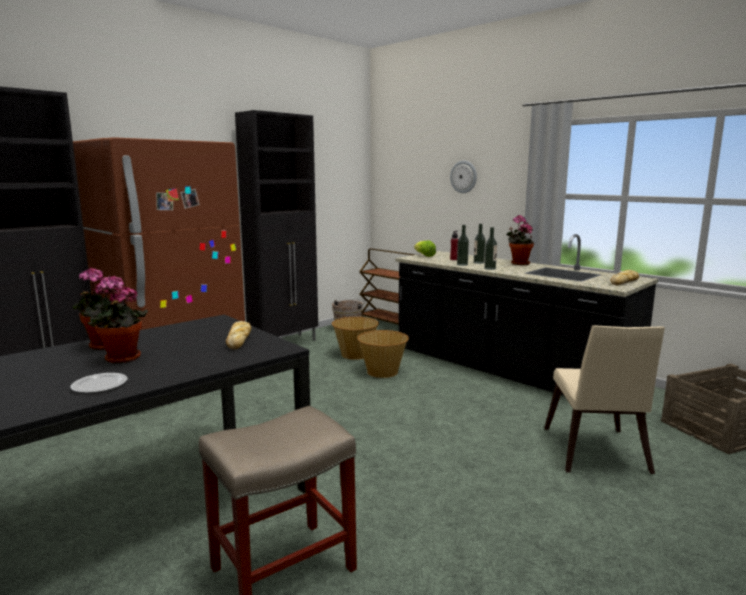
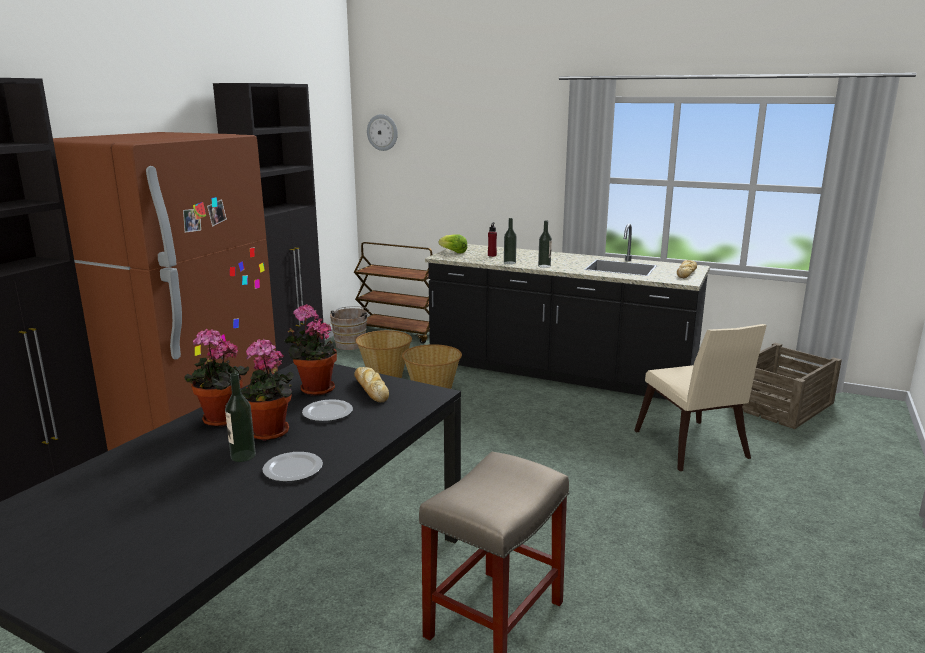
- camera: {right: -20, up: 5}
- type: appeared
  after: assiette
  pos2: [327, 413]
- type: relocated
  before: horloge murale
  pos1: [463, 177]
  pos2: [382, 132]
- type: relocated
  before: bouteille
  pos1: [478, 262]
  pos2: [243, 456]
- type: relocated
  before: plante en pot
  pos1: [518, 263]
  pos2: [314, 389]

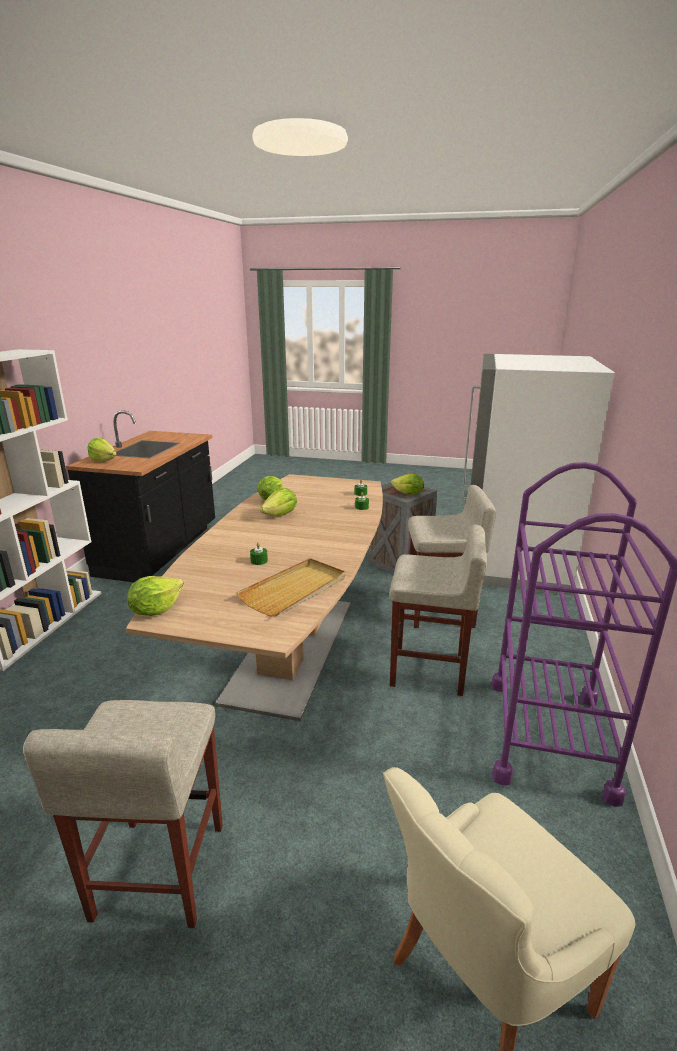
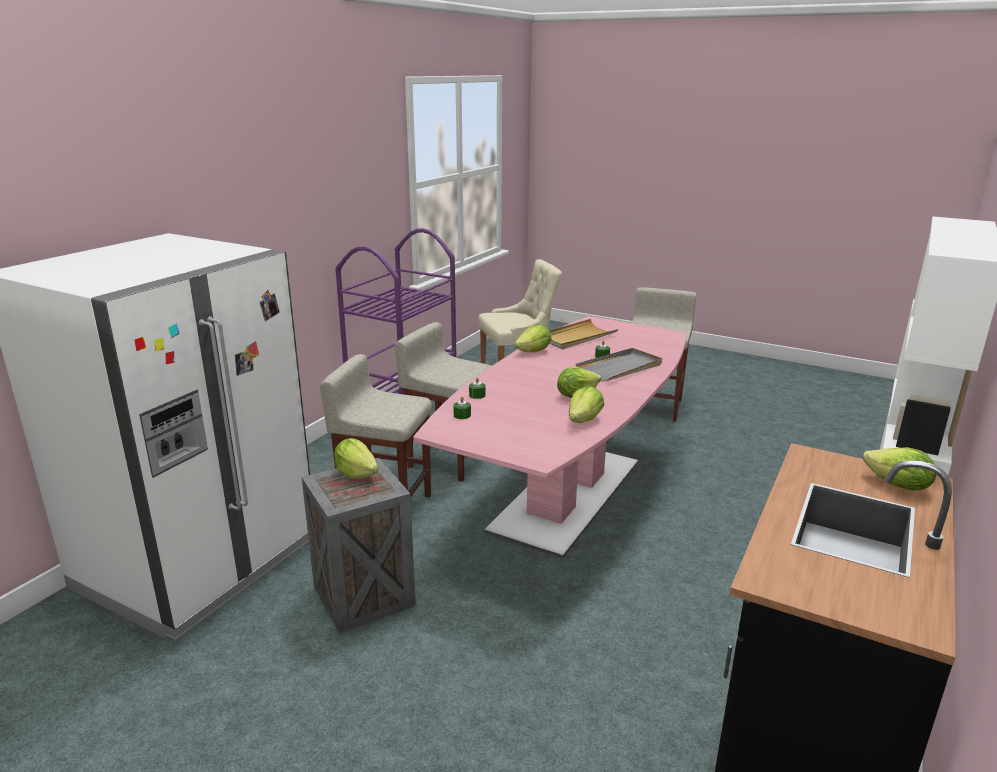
- camera: {right: -165, up: 0}
- type: appeared
  after: plateau/gris
  pos2: [620, 368]
- type: relocated
  before: laitue
  pos1: [155, 610]
  pos2: [534, 352]
- type: colour
  before: table à manger/marron
  after: table à manger/rose
  pos1: [292, 648]
  pos2: [566, 495]

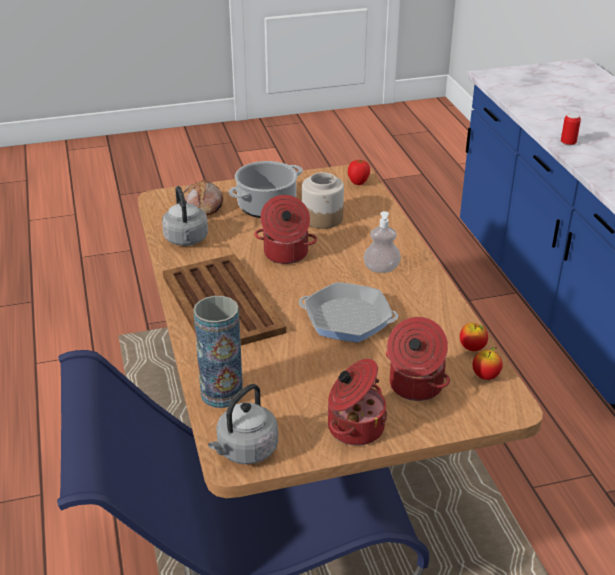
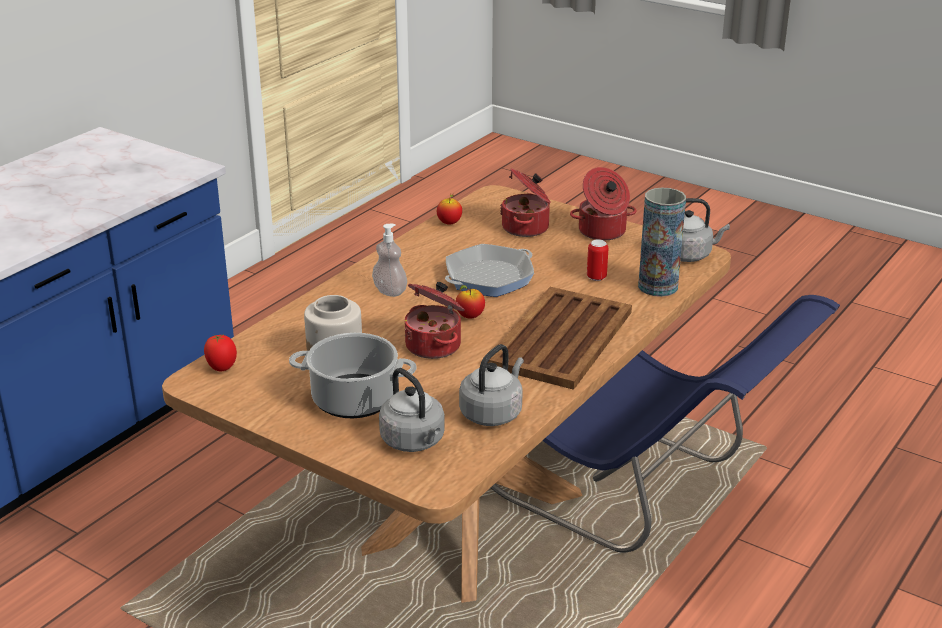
- camera: {right: -130, up: -5}
- type: relocated
  before: pomme
  pos1: [485, 376]
  pos2: [470, 316]
- type: relocated
  before: boîte métallique
  pos1: [568, 143]
  pos2: [596, 277]
- type: exchanged
  before: pain
  after: bouilloire/gris
  pos1: [200, 207]
  pos2: [414, 442]
- type: spun
  before: poêle
  pos1: [347, 319]
  pos2: [489, 277]
  turn: -105

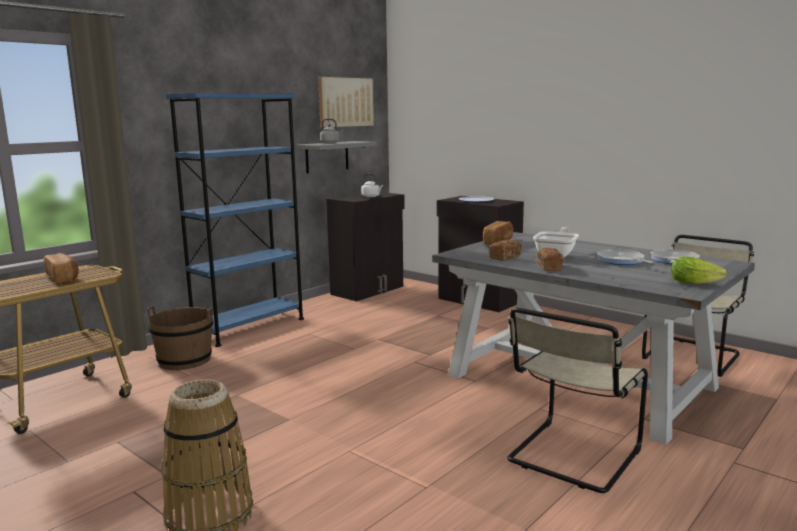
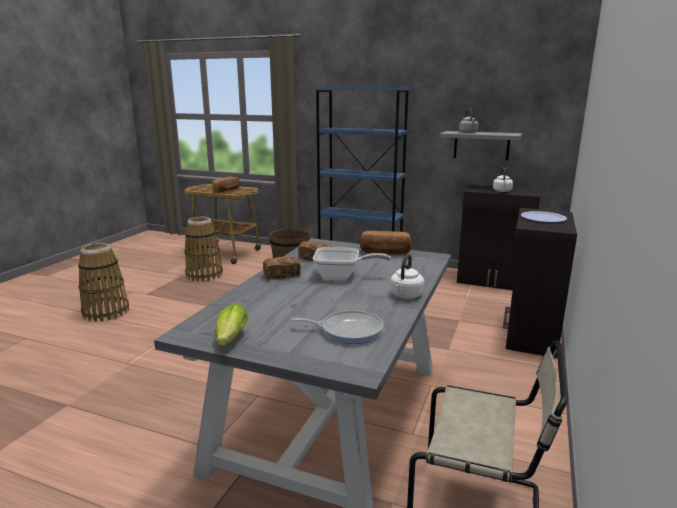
- camera: {right: 70, up: 5}
- type: missing
  before: tableau
  pos1: [345, 102]
- type: missing
  before: chaise/beige
  pos1: [571, 457]
- type: missing
  before: poêle
  pos1: [621, 261]
- type: appeared
  after: panier
  pos2: [204, 275]
- type: appeared
  after: bouilloire/blanc
  pos2: [405, 296]

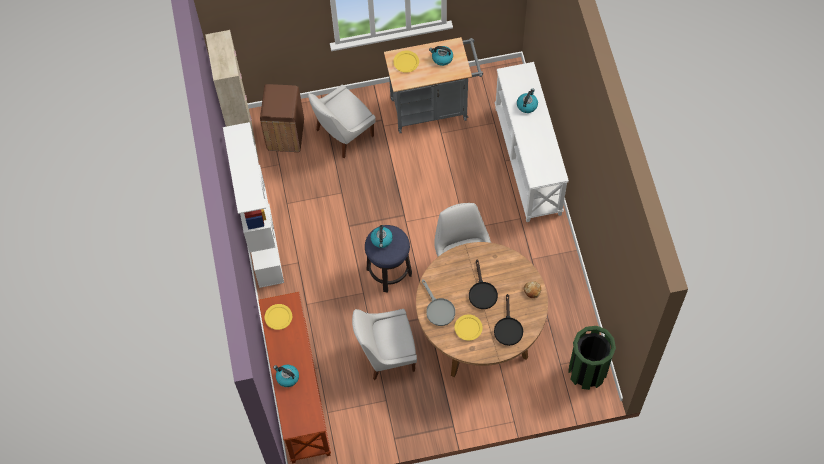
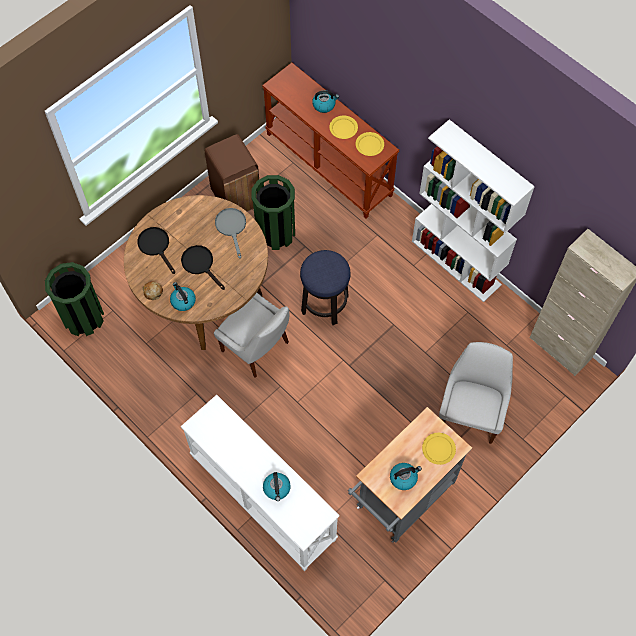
- camera: {right: 145, up: 0}
- type: relocated
  before: poubelle/marron
  pos1: [286, 135]
  pos2: [235, 198]
- type: relocated
  before: bouilloire
  pos1: [382, 240]
  pos2: [183, 301]
- type: relocated
  before: assiette/jaune
  pos1: [468, 328]
  pos2: [343, 128]
- type: exchanged
  before: chaise/blanc
  after: poubelle/vert
  pos1: [386, 354]
  pos2: [276, 233]
- type: spun
  before: poêle/gris
  pos1: [438, 309]
  pos2: [232, 227]
  turn: 45

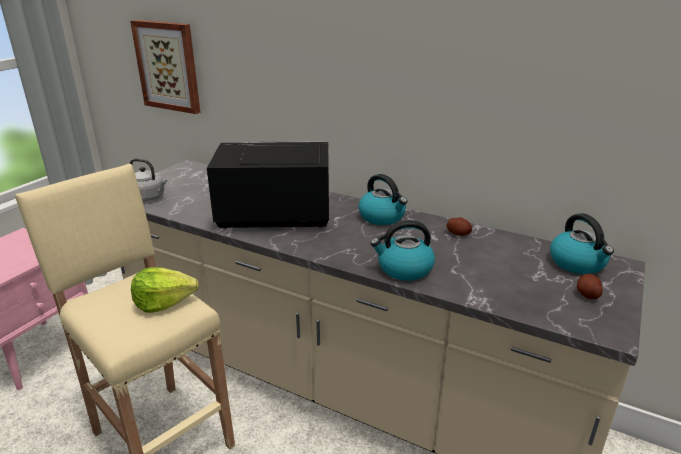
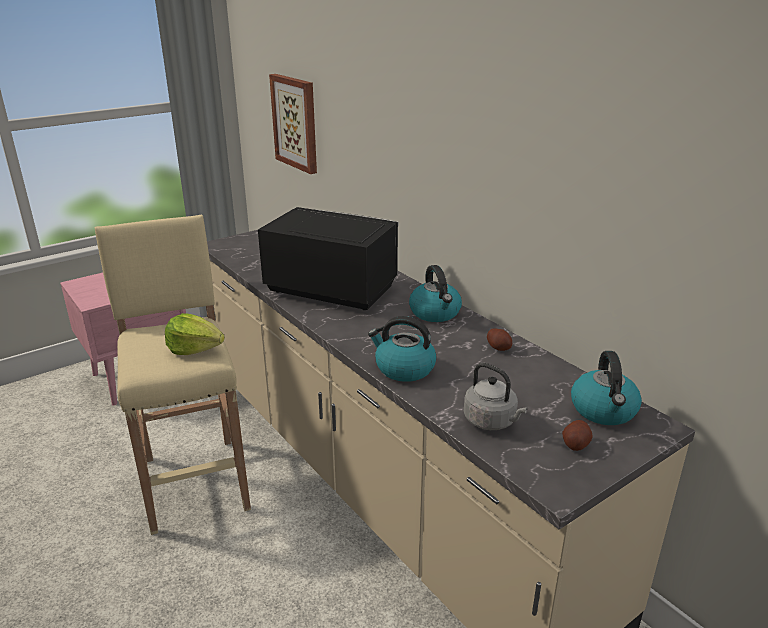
- camera: {right: 25, up: 0}
- type: relocated
  before: bouilloire/gris
  pos1: [149, 197]
  pos2: [492, 421]

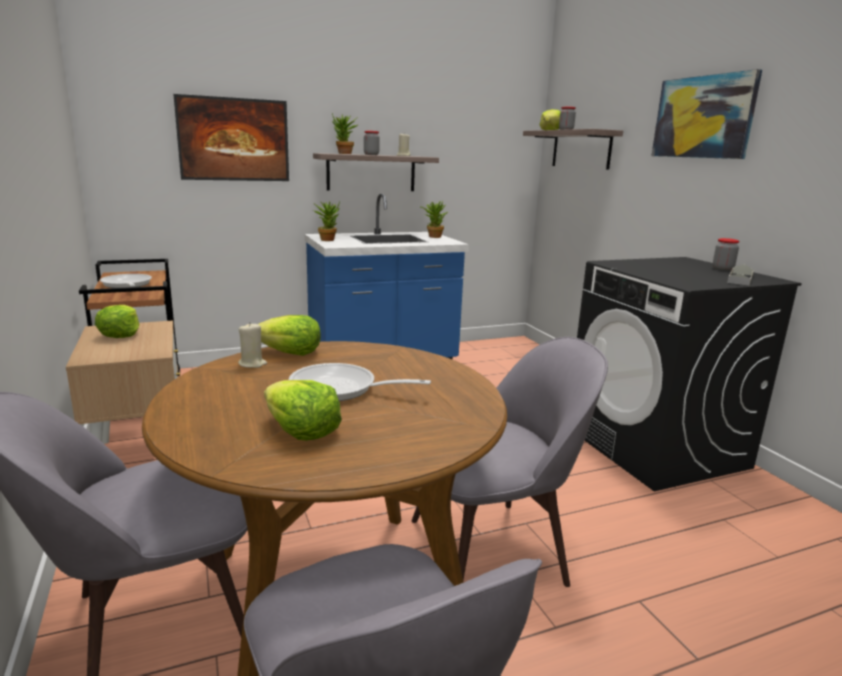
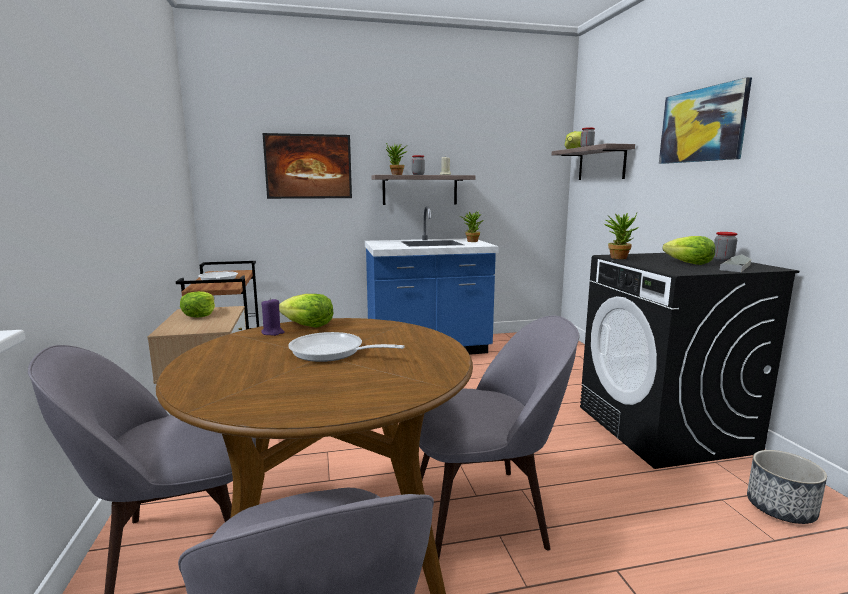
- camera: {right: 10, up: -5}
- type: appeared
  after: cache-pot
  pos2: [781, 508]
- type: relocated
  before: laitue
  pos1: [301, 431]
  pos2: [688, 263]
- type: relocated
  before: plante en pot
  pos1: [328, 239]
  pos2: [618, 257]
- type: colour
  before: bougie/beige
  after: bougie/violet
  pos1: [252, 364]
  pos2: [272, 333]

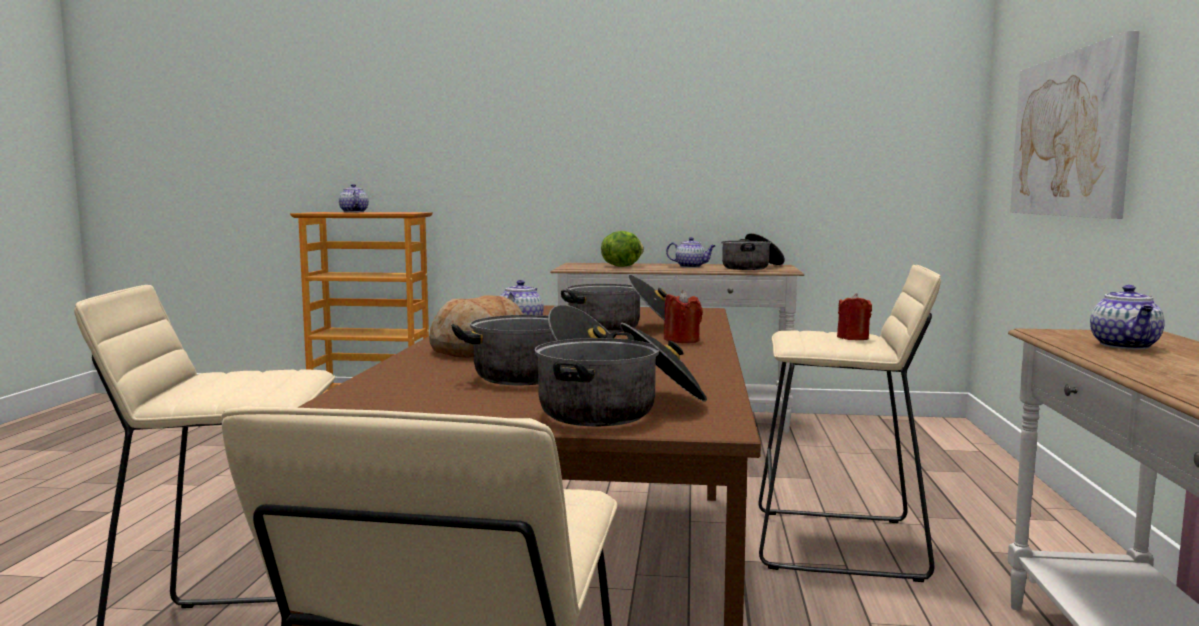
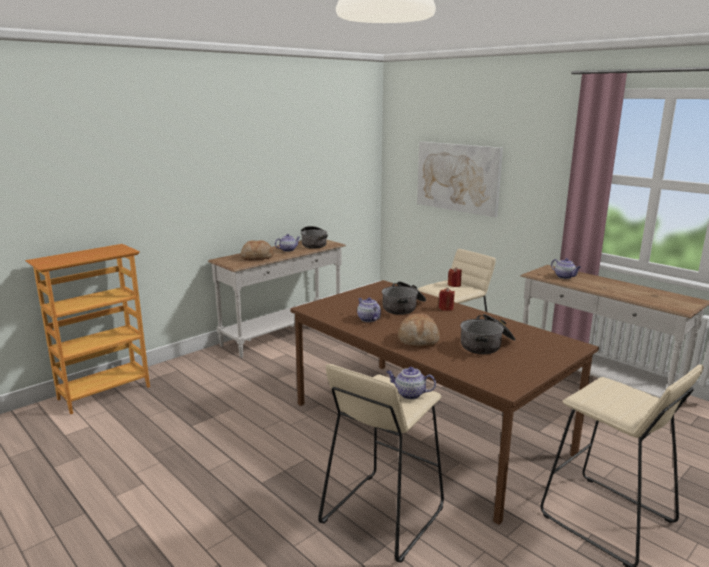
- camera: {right: -50, up: 10}
- type: missing
  before: marmite
  pos1: [621, 409]
- type: relocated
  before: théière
  pos1: [353, 212]
  pos2: [409, 394]
- type: exchanged
  before: laitue
  after: pain
  pos1: [621, 266]
  pos2: [257, 257]

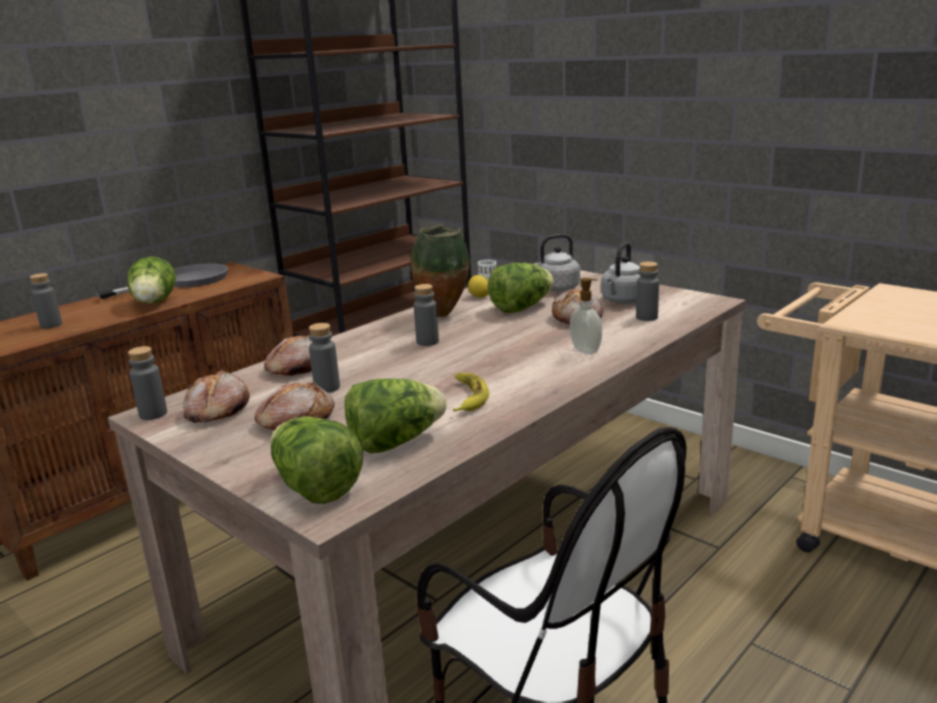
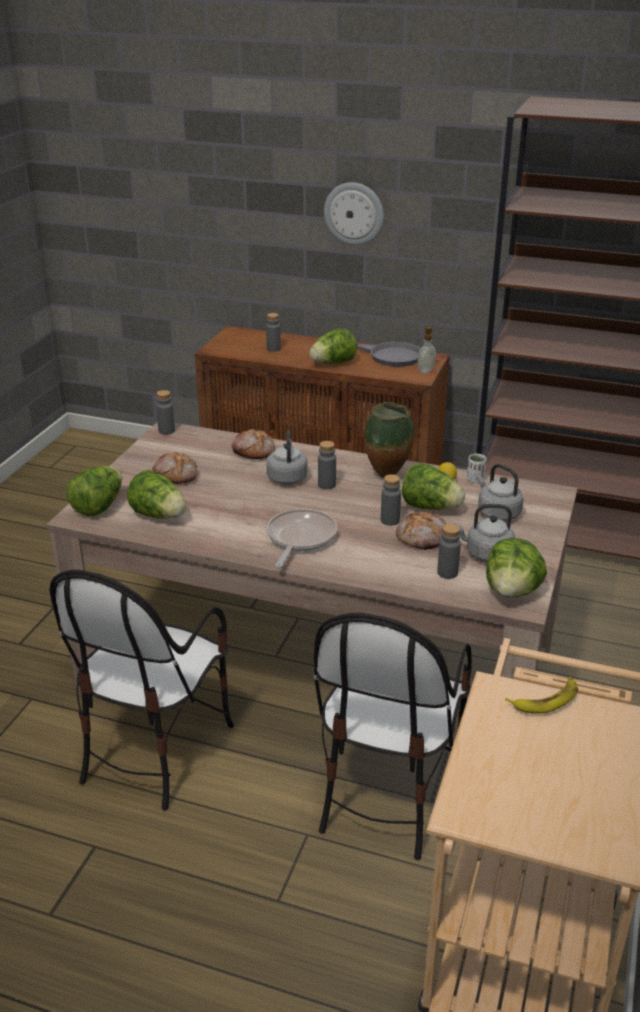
- camera: {right: 65, up: 10}
- type: missing
  before: pain
  pos1: [216, 410]
- type: appeared
  after: bouilloire/gris
  pos2: [287, 477]
- type: appeared
  after: poêle
  pos2: [300, 538]
- type: appeared
  after: chaise
  pos2: [386, 793]
- type: appeared
  after: horloge murale
  pos2: [354, 213]
- type: appeared
  after: laitue
  pos2: [512, 591]
- type: relocated
  before: bouteille/gris
  pos1: [327, 388]
  pos2: [390, 520]
- type: relocated
  before: banane
  pos1: [467, 396]
  pos2: [546, 699]
- type: relocated
  before: distributeur de savon
  pos1: [586, 350]
  pos2: [426, 371]

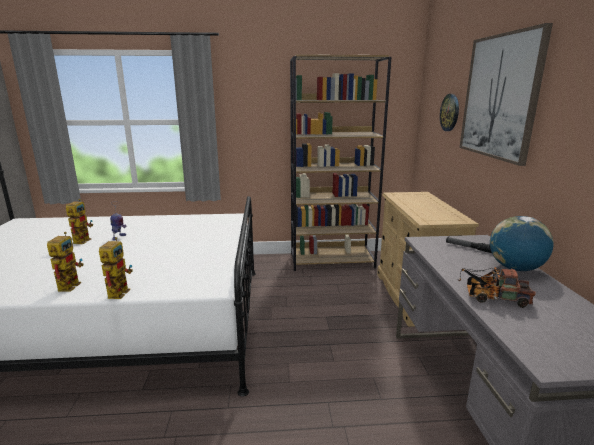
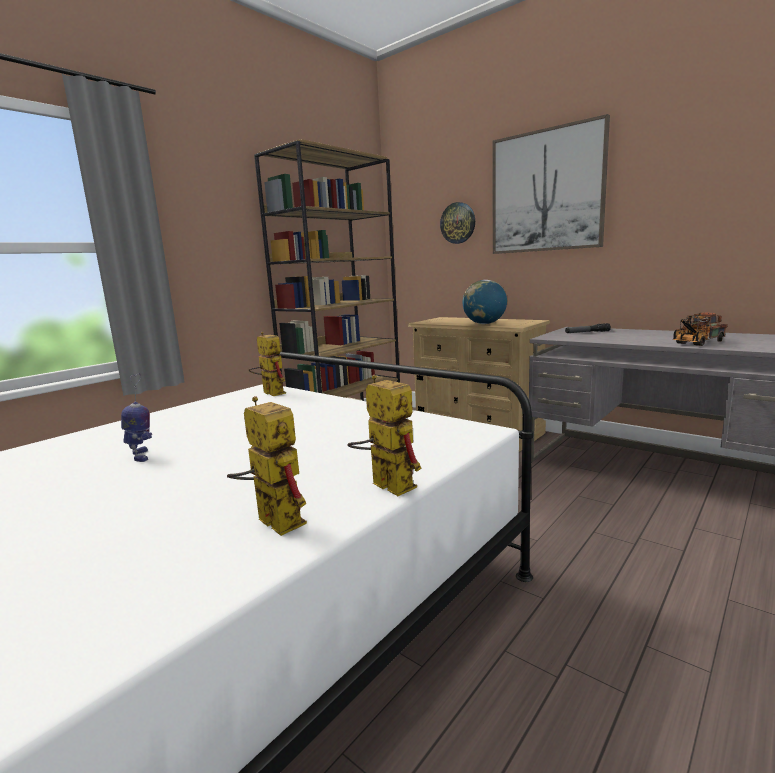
- camera: {right: -45, up: -5}
- type: relocated
  before: robot jouet
  pos1: [83, 240]
  pos2: [269, 392]
- type: relocated
  before: globe
  pos1: [515, 268]
  pos2: [484, 324]

